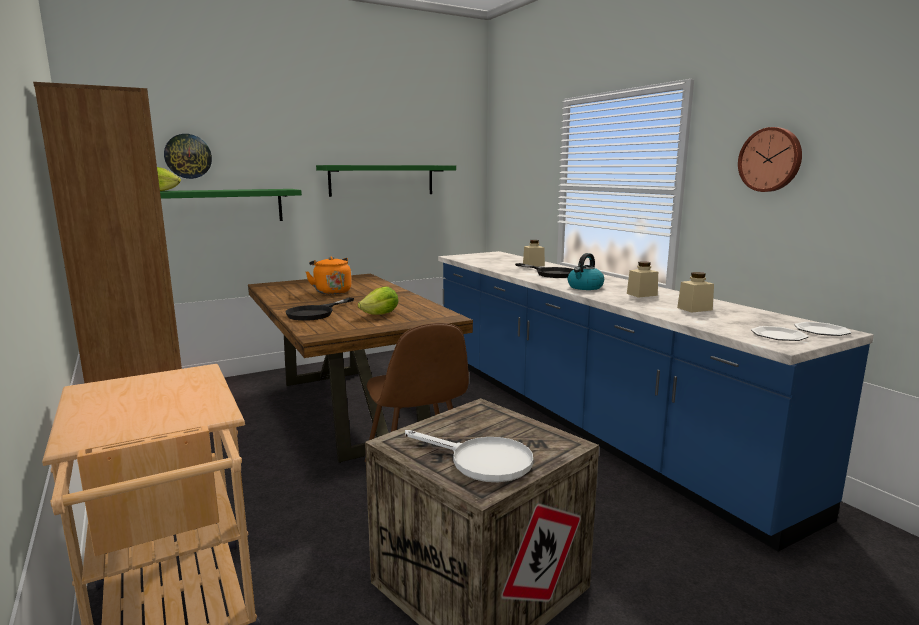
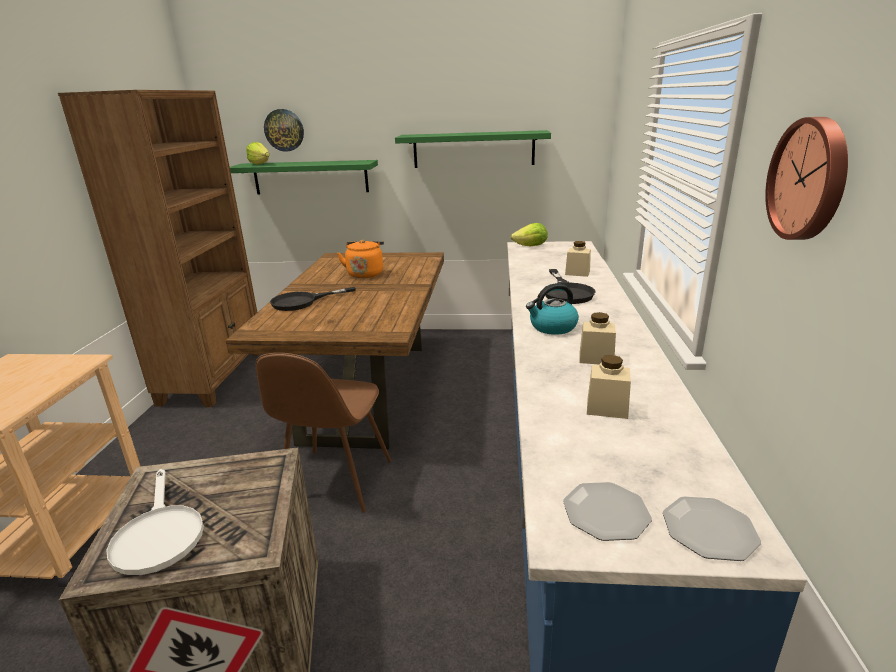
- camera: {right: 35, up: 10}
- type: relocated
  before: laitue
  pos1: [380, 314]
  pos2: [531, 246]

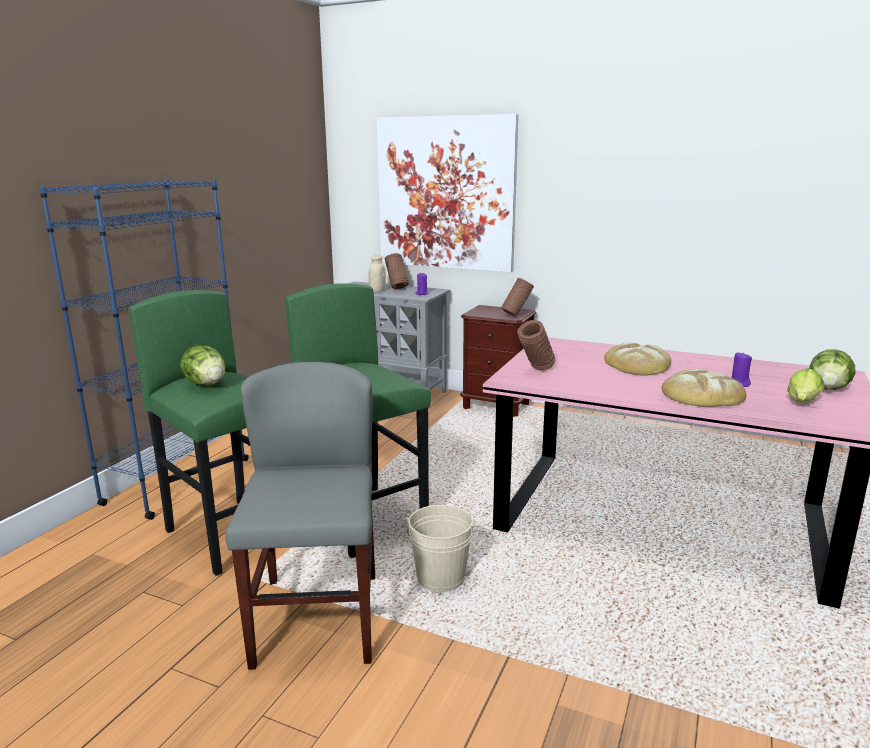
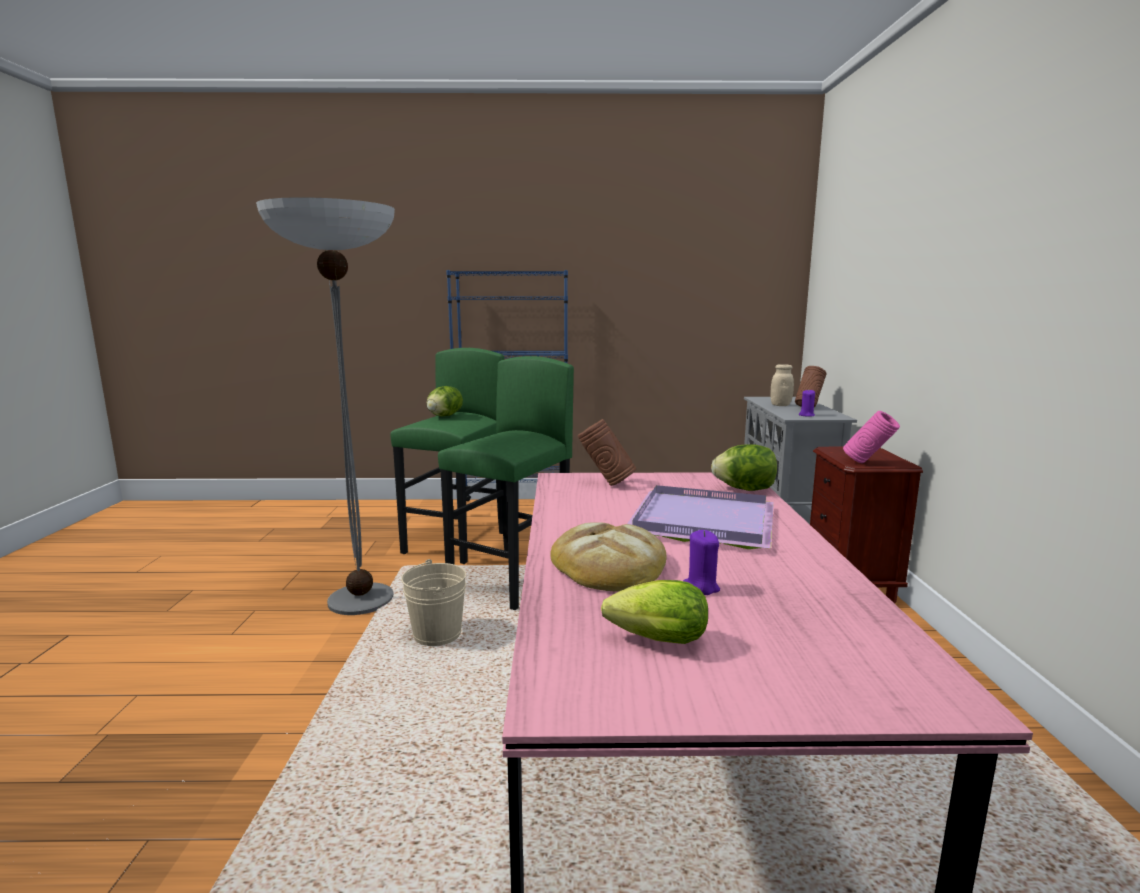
- camera: {right: 65, up: -5}
- type: missing
  before: tableau
  pos1: [446, 193]
- type: relocated
  before: laitue
  pos1: [828, 389]
  pos2: [745, 489]
- type: exchanged
  before: chaise/gris
  after: lampadaire
  pos1: [317, 619]
  pos2: [361, 599]
- type: exchanged
  before: pain
  after: plateau/violet
  pos1: [637, 365]
  pos2: [704, 523]
- type: colour
  before: vase/marron
  after: vase/rose
  pos1: [516, 315]
  pos2: [867, 463]

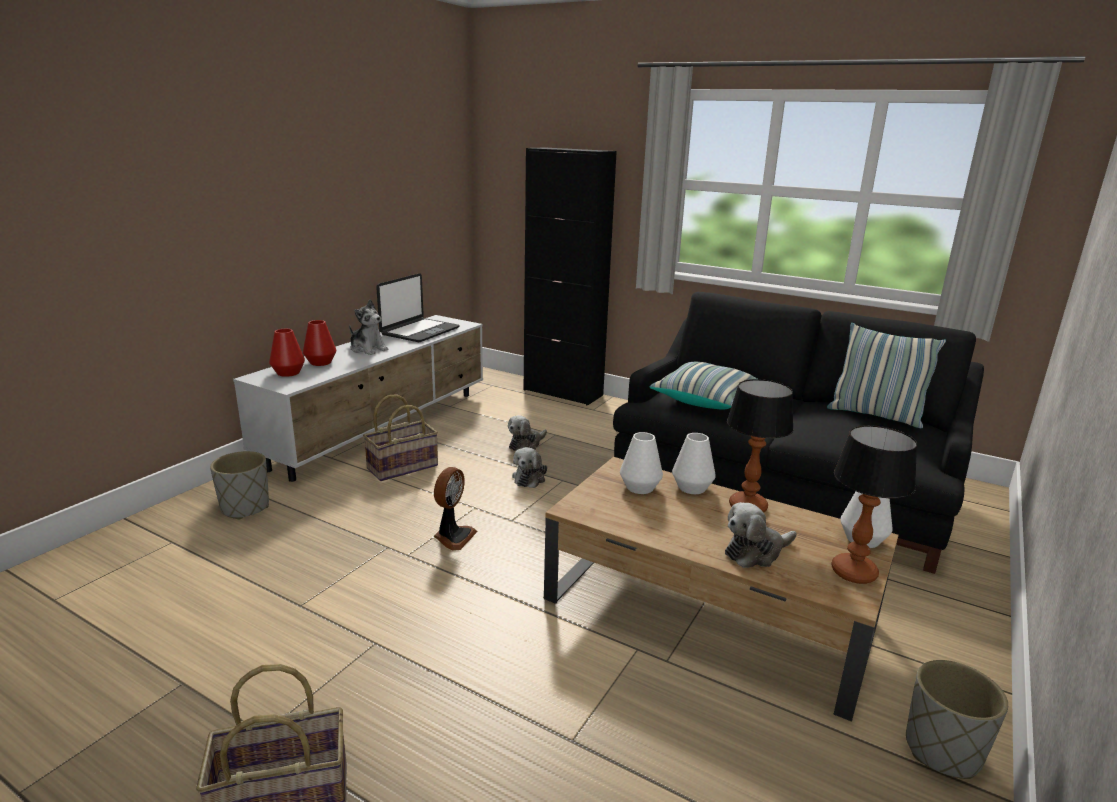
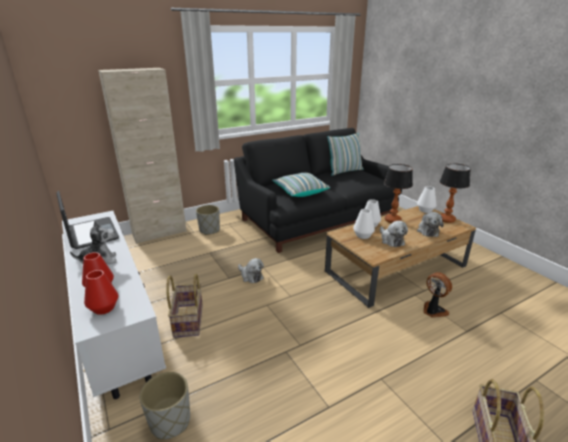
- camera: {right: -60, up: 5}
- type: relocated
  before: ventilateur
  pos1: [453, 536]
  pos2: [433, 311]
- type: relocated
  before: peluche
  pos1: [526, 444]
  pos2: [391, 240]
- type: relocated
  before: cache-pot/gris
  pos1: [943, 751]
  pos2: [209, 230]
- type: colour
  before: meuble de rangement/noir
  after: meuble de rangement/beige
  pos1: [563, 392]
  pos2: [159, 233]

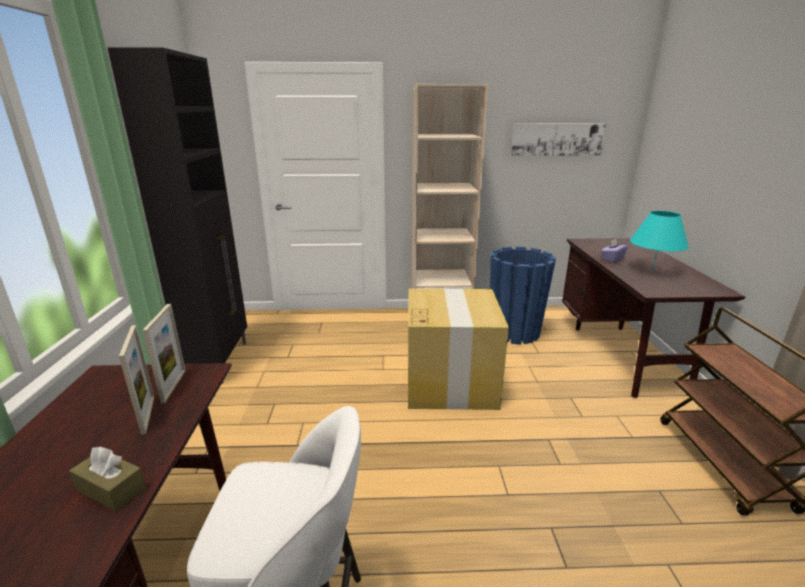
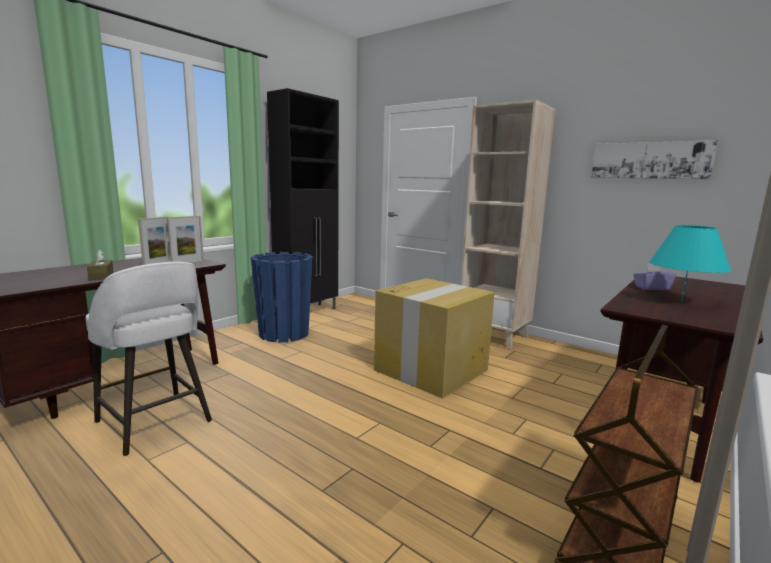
- camera: {right: 40, up: -10}
- type: relocated
  before: cache-pot/bleu
  pos1: [514, 332]
  pos2: [284, 333]

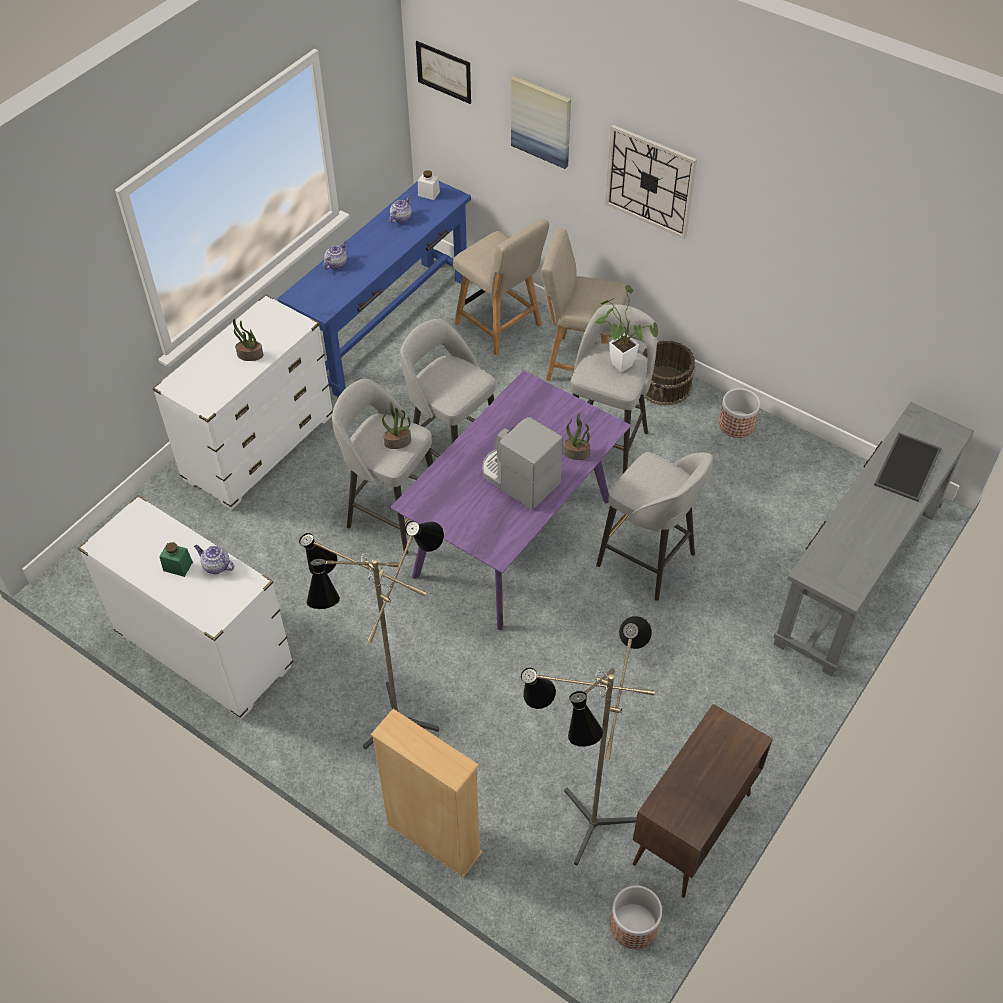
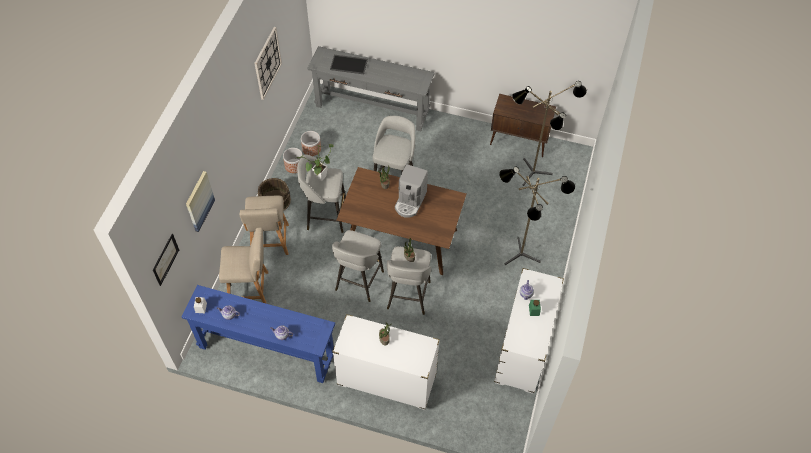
- camera: {right: -110, up: 5}
- type: missing
  before: bibliothèque/beige
  pos1: [433, 838]
- type: relocated
  before: horloge murale
  pos1: [650, 181]
  pos2: [267, 63]
- type: relocated
  before: cache-pot
  pos1: [634, 925]
  pos2: [311, 149]
- type: colour
  before: table à manger/violet
  after: table à manger/marron
  pos1: [514, 539]
  pos2: [402, 239]
- type: spun
  before: chaise/beige
  pos1: [501, 326]
  pos2: [251, 288]
  turn: 60

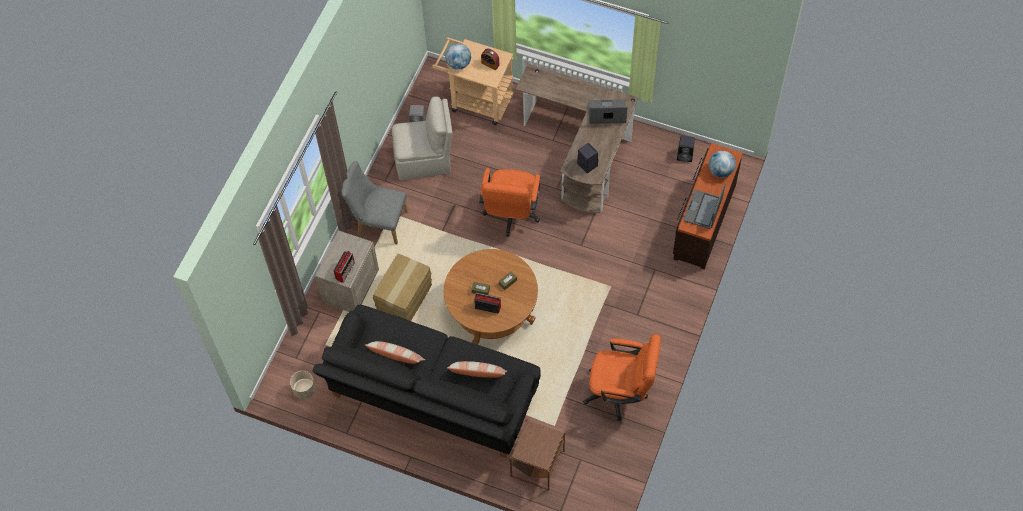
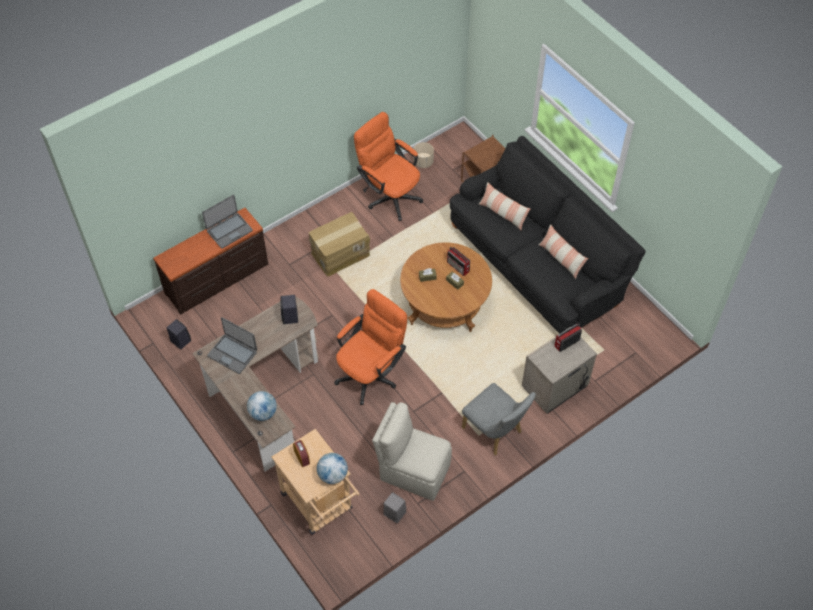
- camera: {right: -150, up: -5}
- type: relocated
  before: cache-pot/beige
  pos1: [304, 390]
  pos2: [423, 162]
- type: relocated
  before: carton
  pos1: [405, 298]
  pos2: [340, 254]
- type: relocated
  before: globe
  pos1: [720, 171]
  pos2: [263, 413]

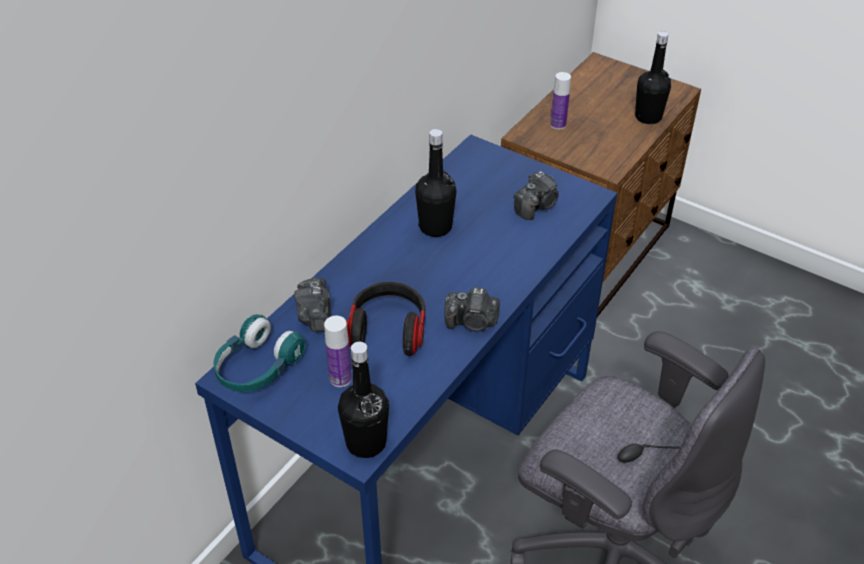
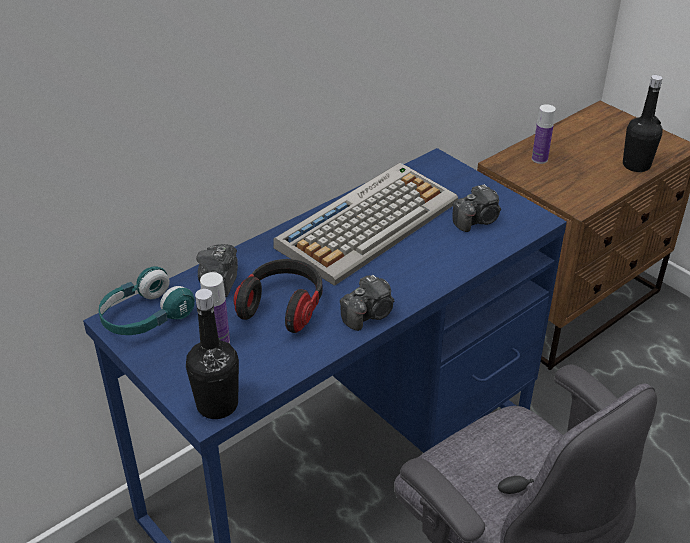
- camera: {right: 15, up: -5}
- type: exchanged
  before: bouteille/noir
  after: clavier
  pos1: [435, 227]
  pos2: [368, 223]
- type: spun
  before: appareil photo
  pos1: [472, 322]
  pos2: [369, 314]
  turn: -60

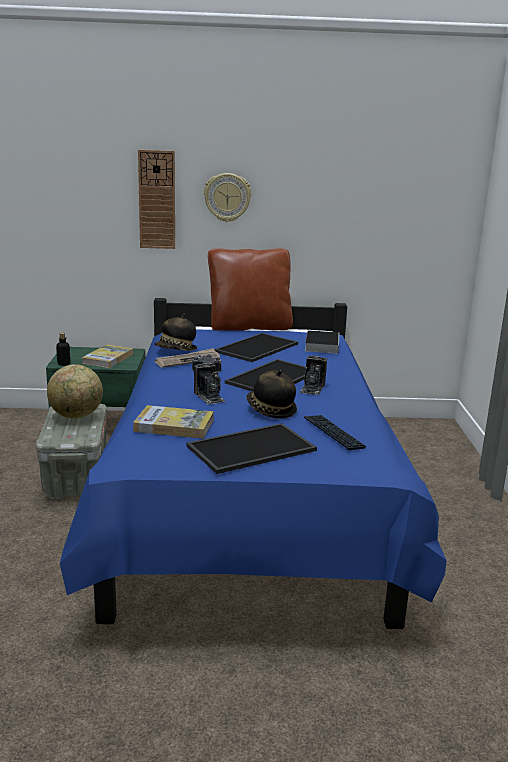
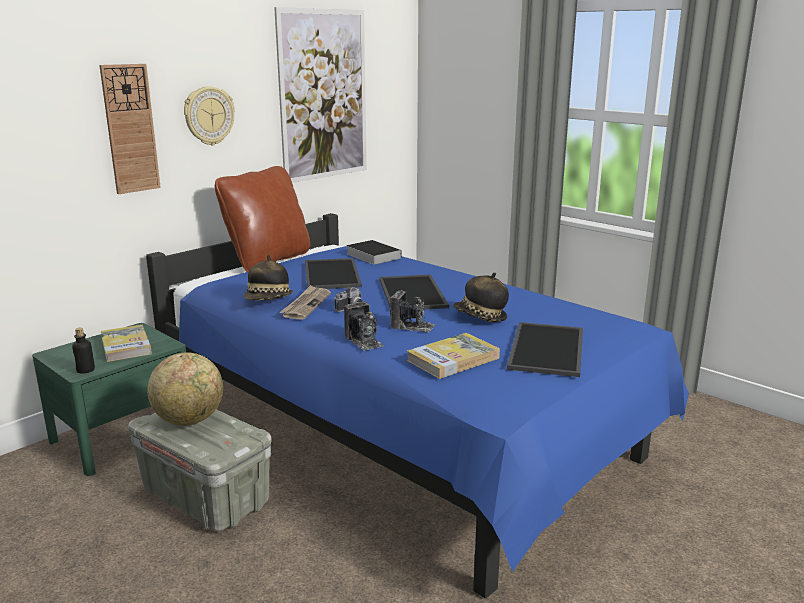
- camera: {right: -45, up: 0}
- type: missing
  before: clavier
  pos1: [333, 433]
- type: appeared
  after: tableau
  pos2: [323, 95]
- type: relocated
  before: appareil photo
  pos1: [312, 388]
  pos2: [364, 341]

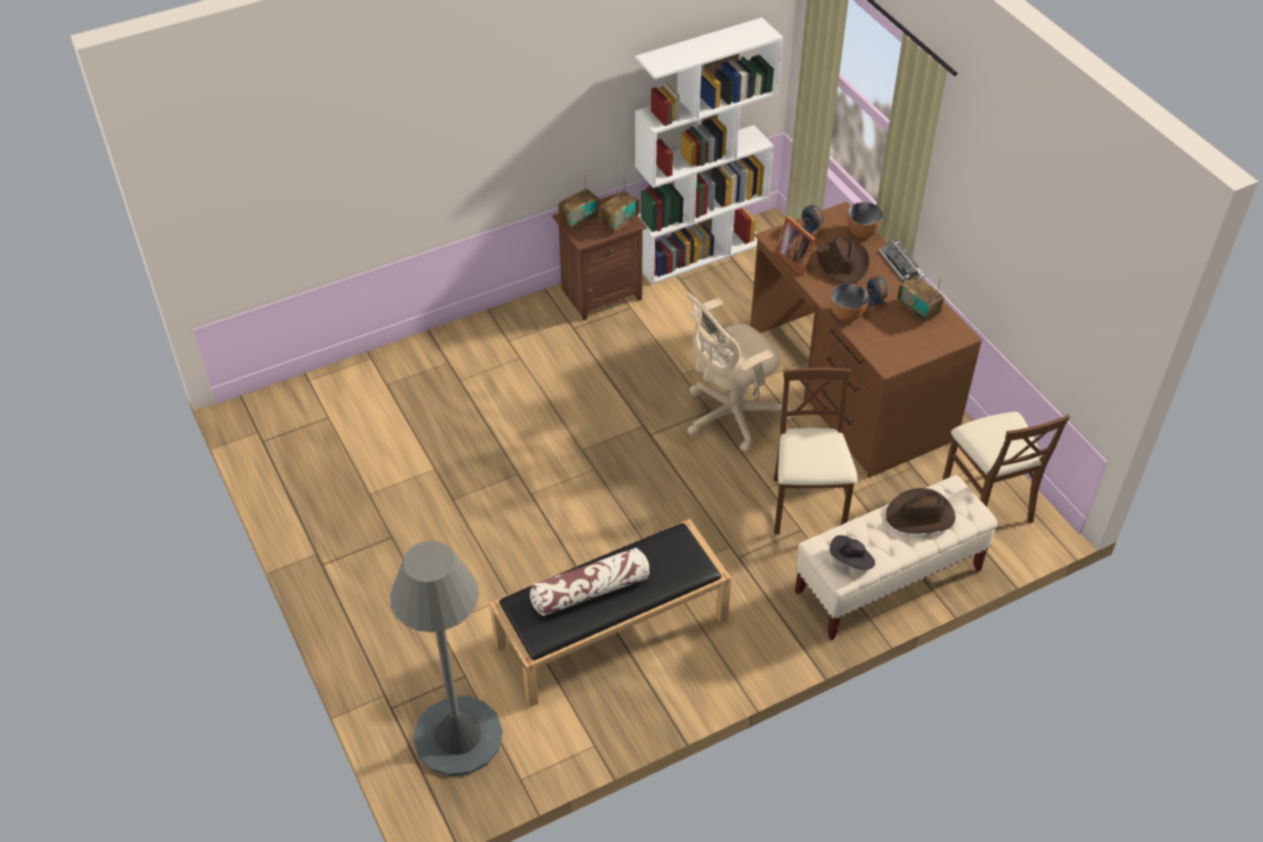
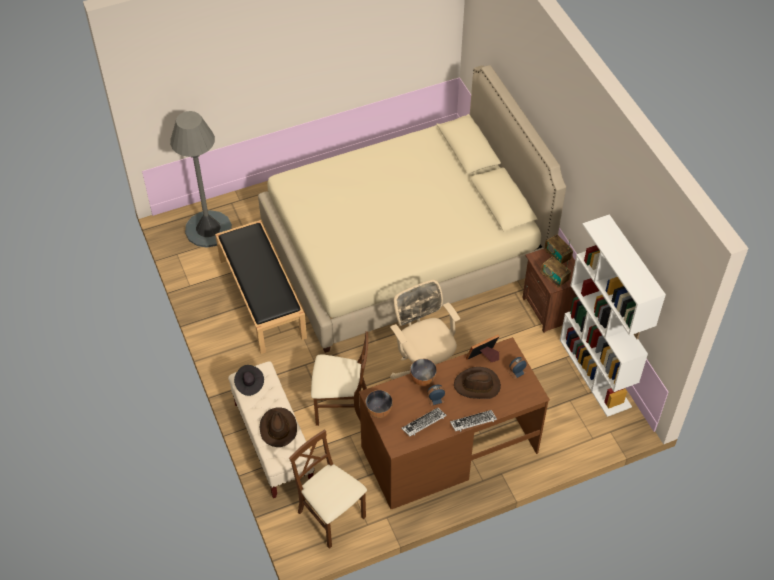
- camera: {right: 95, up: 5}
- type: missing
  before: coussin
  pos1: [590, 590]
- type: appeared
  after: lit/beige
  pos2: [404, 251]
- type: relocated
  before: bol
  pos1: [862, 232]
  pos2: [379, 411]
- type: exchanged
  before: radio
  after: clavier
  pos1: [918, 310]
  pos2: [424, 424]
- type: spun
  before: chaise/marron
  pos1: [987, 501]
  pos2: [331, 516]
  turn: 60

